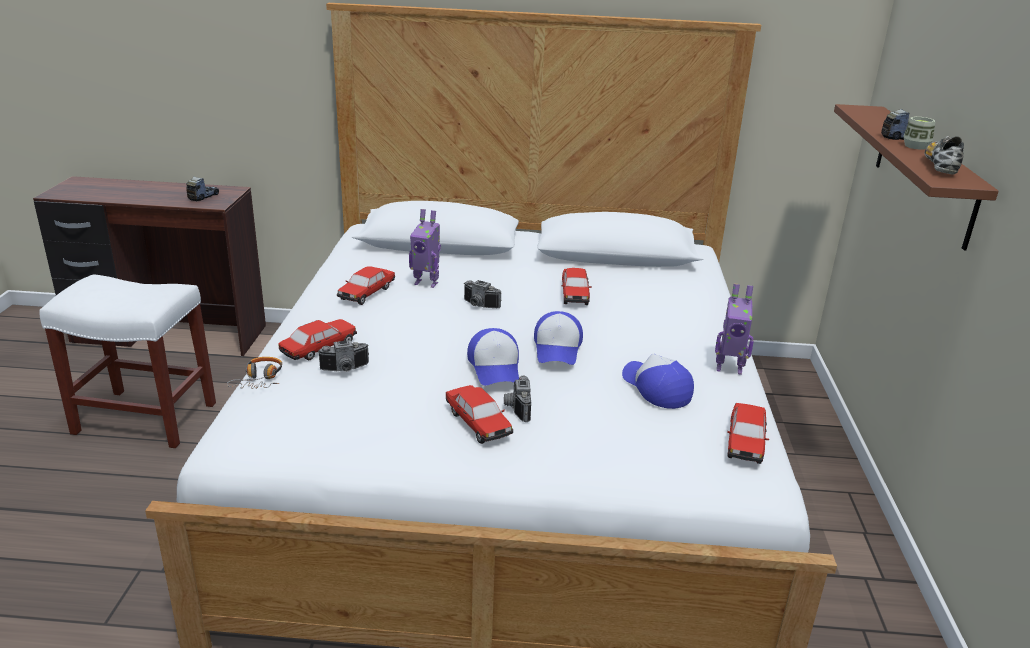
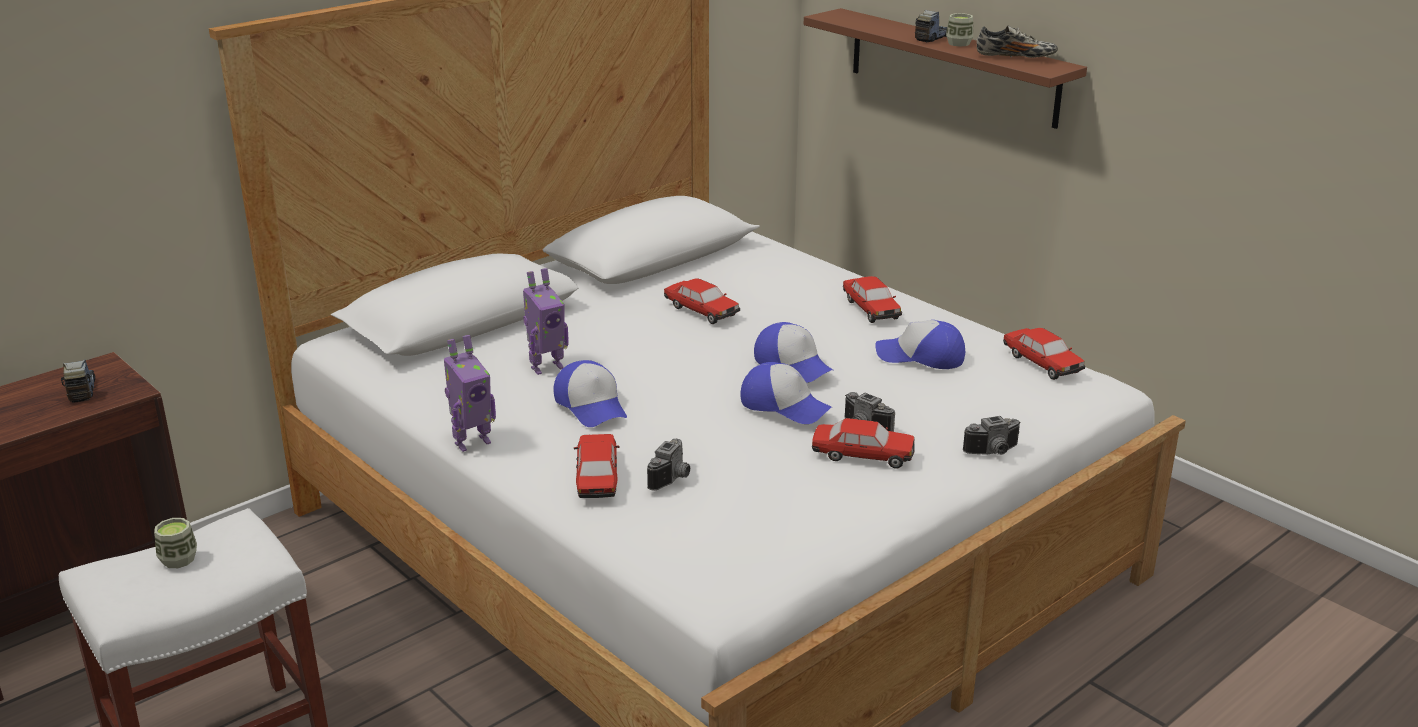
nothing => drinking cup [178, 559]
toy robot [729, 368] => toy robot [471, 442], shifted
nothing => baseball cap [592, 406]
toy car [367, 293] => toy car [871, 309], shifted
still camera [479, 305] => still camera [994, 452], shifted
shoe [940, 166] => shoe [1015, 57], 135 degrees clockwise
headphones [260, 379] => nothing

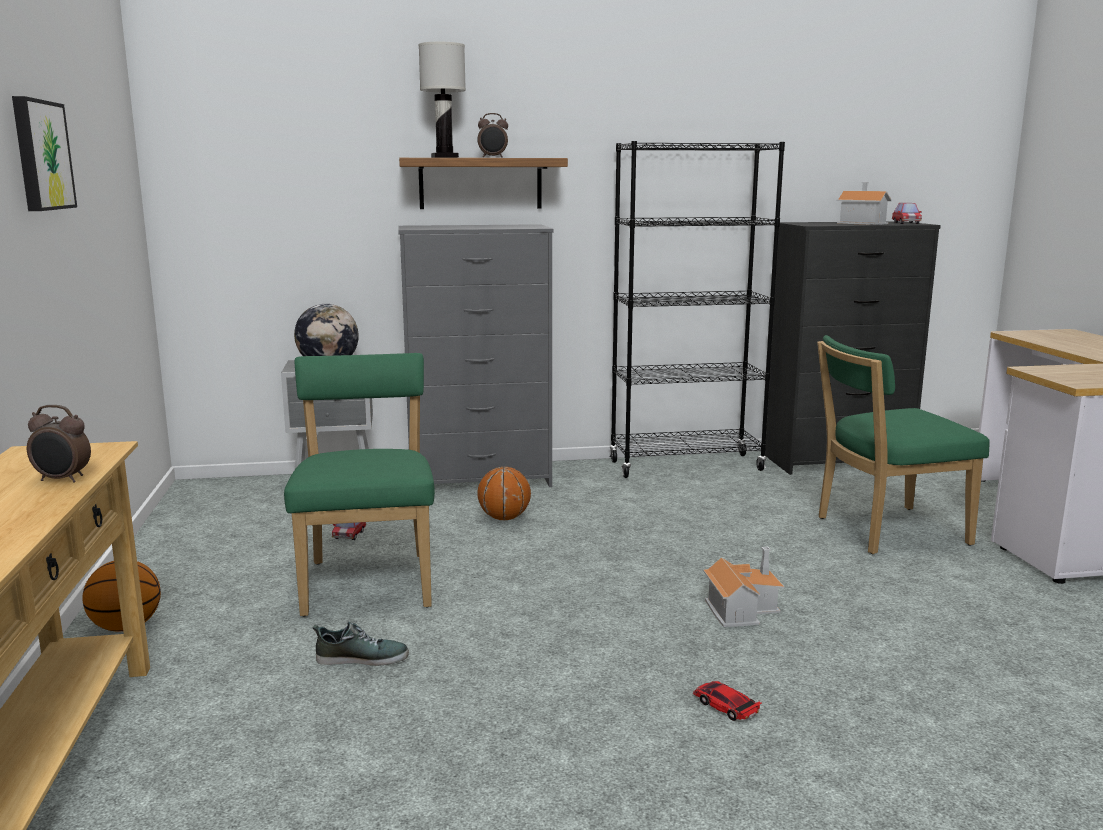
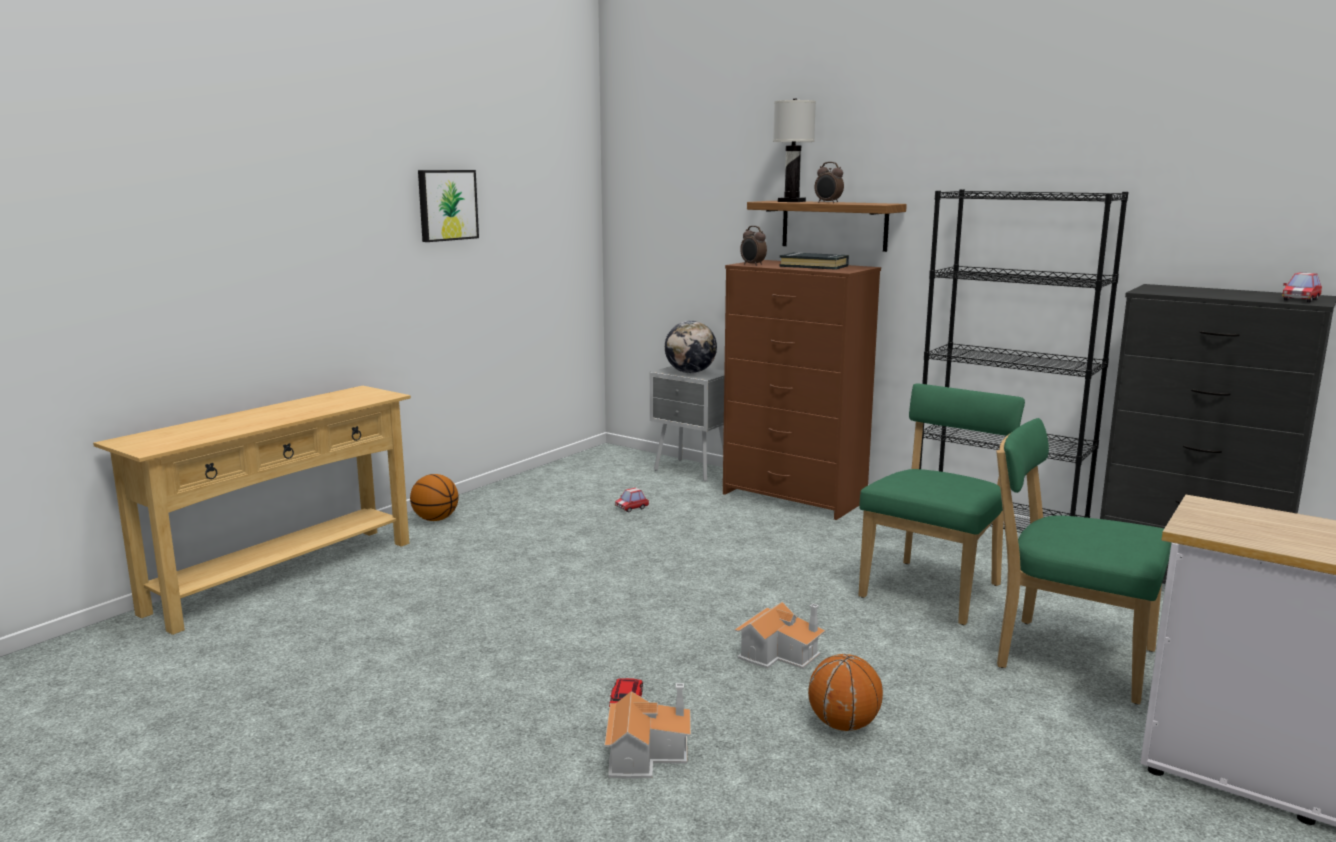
model house [862, 223] => model house [646, 753], shifted
greyish chest of drawers [480, 478] => brown chest of drawers [795, 497]
bedside clock [62, 480] => bedside clock [752, 265], shifted
nothing => blackish volume [814, 266]
basketball [504, 518] => basketball [843, 725], shifted
greenish chair [369, 580] => greenish chair [935, 589], shifted
shoe [362, 658] => nothing

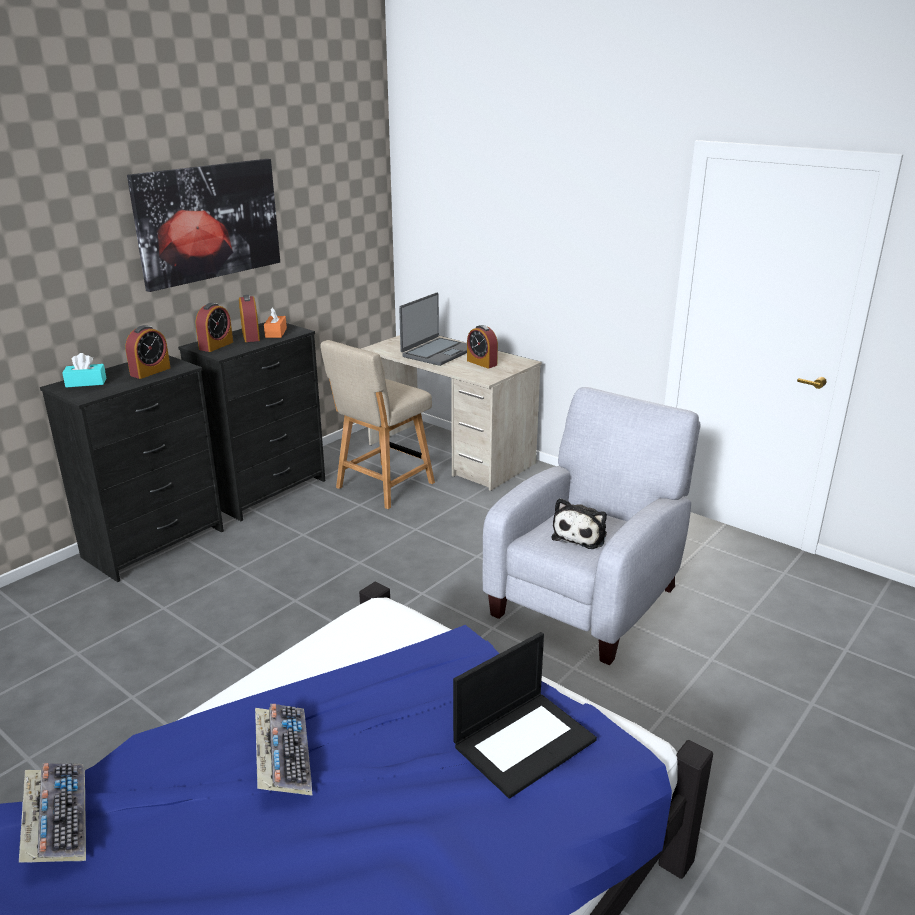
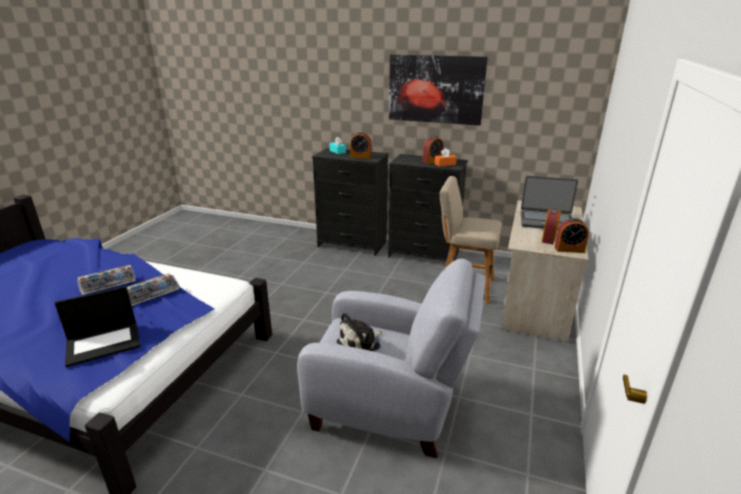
notebook computer [524, 741] => notebook computer [104, 343], 60 degrees counterclockwise
computer keyboard [56, 820] => computer keyboard [151, 293], shifted
plush toy [581, 535] => plush toy [361, 344], 45 degrees counterclockwise
bedside clock [216, 346] => bedside clock [569, 249], shifted

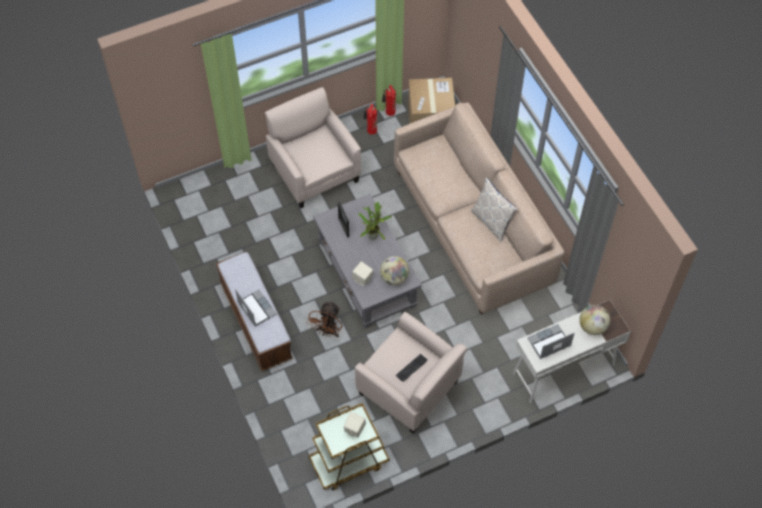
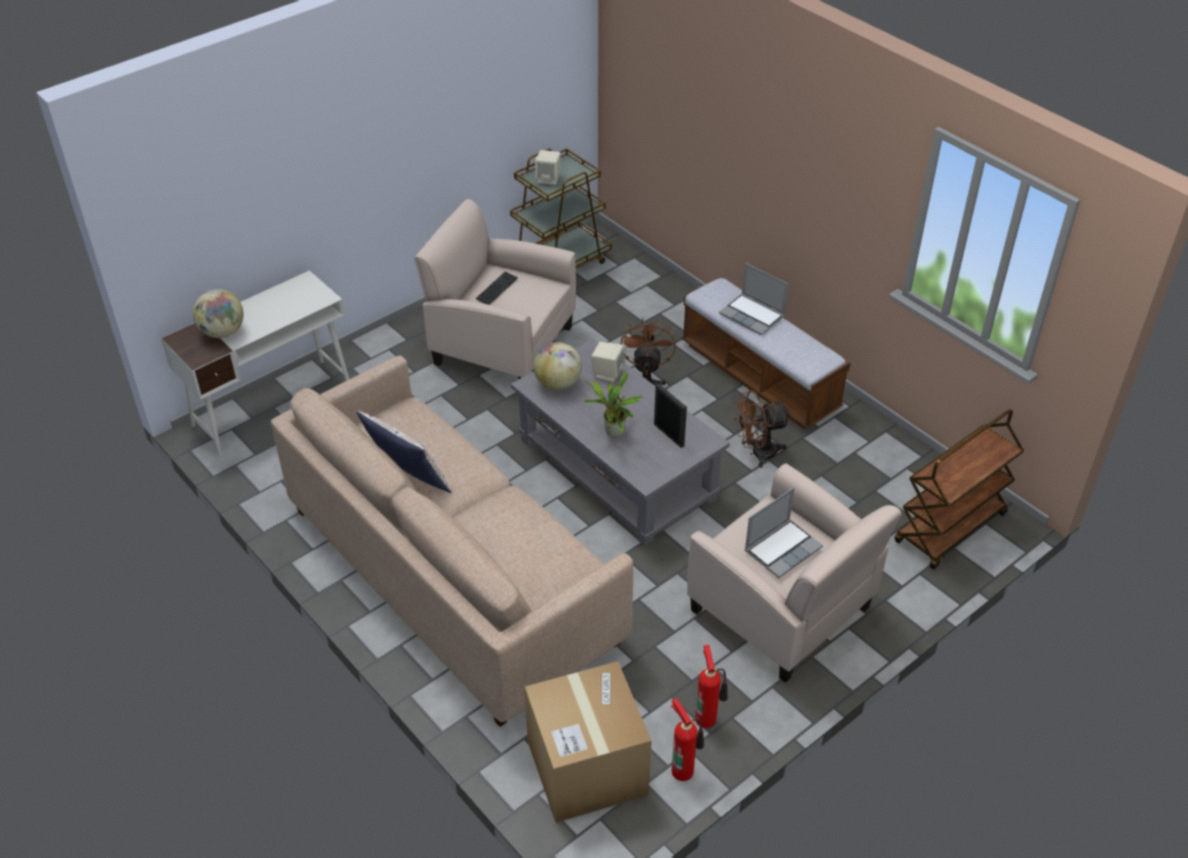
nothing => brown cooling fan [757, 453]
notebook computer [548, 343] => notebook computer [783, 548], shifted
nothing => brown trolley [950, 529]

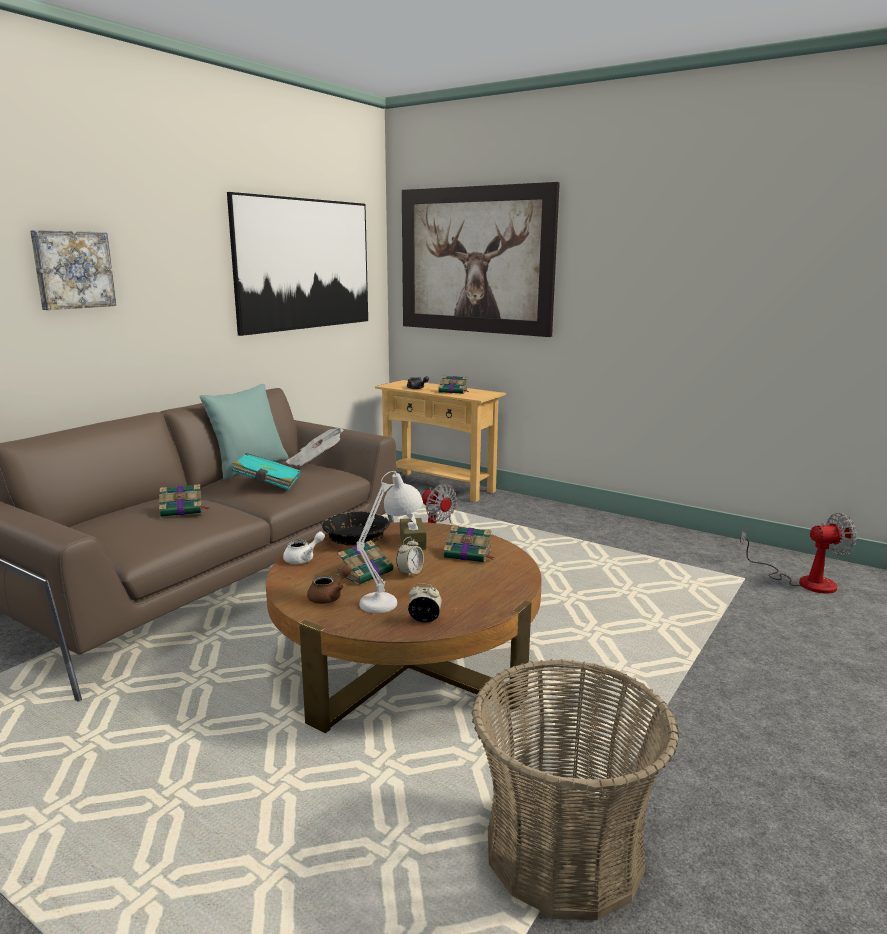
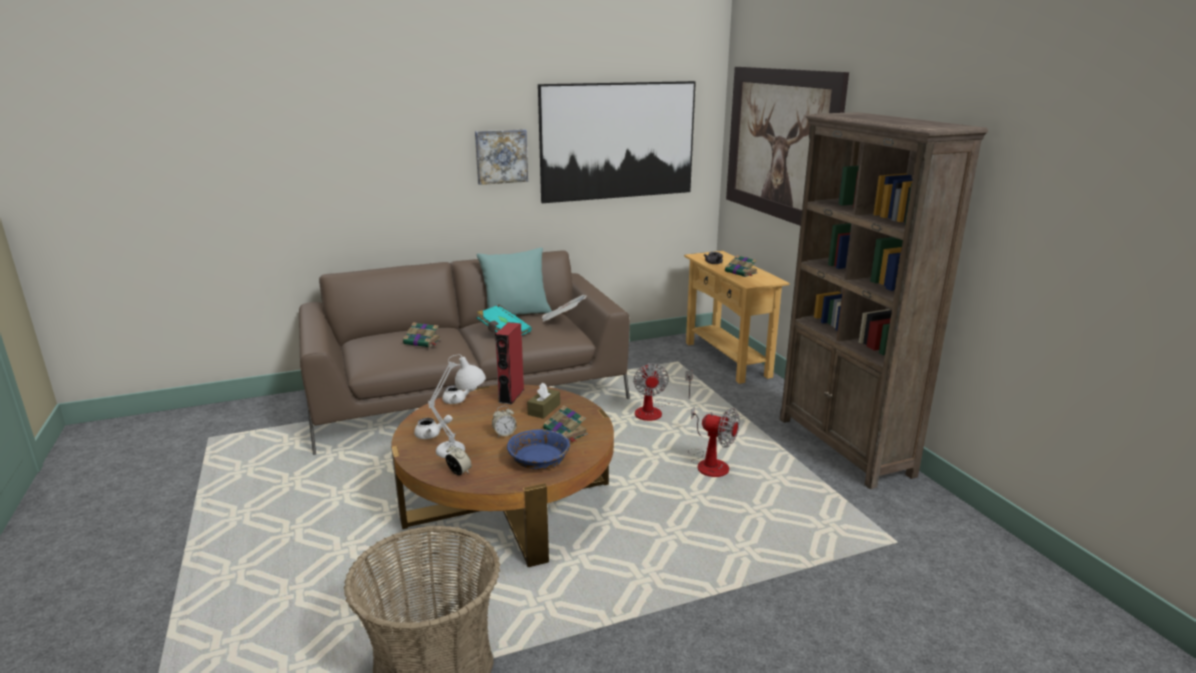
brown tea pot [329, 597] => white-coloured tea pot [431, 434]
wall art [73, 270] => wall art [501, 156], shifted
blackish deep dish [356, 539] => red audio speaker [511, 395]
nothing => bluish deep dish [539, 459]
cooling fan [803, 581] => cooling fan [709, 463], shifted
nothing => brown bookshelf [844, 447]
volume [365, 572] => nothing

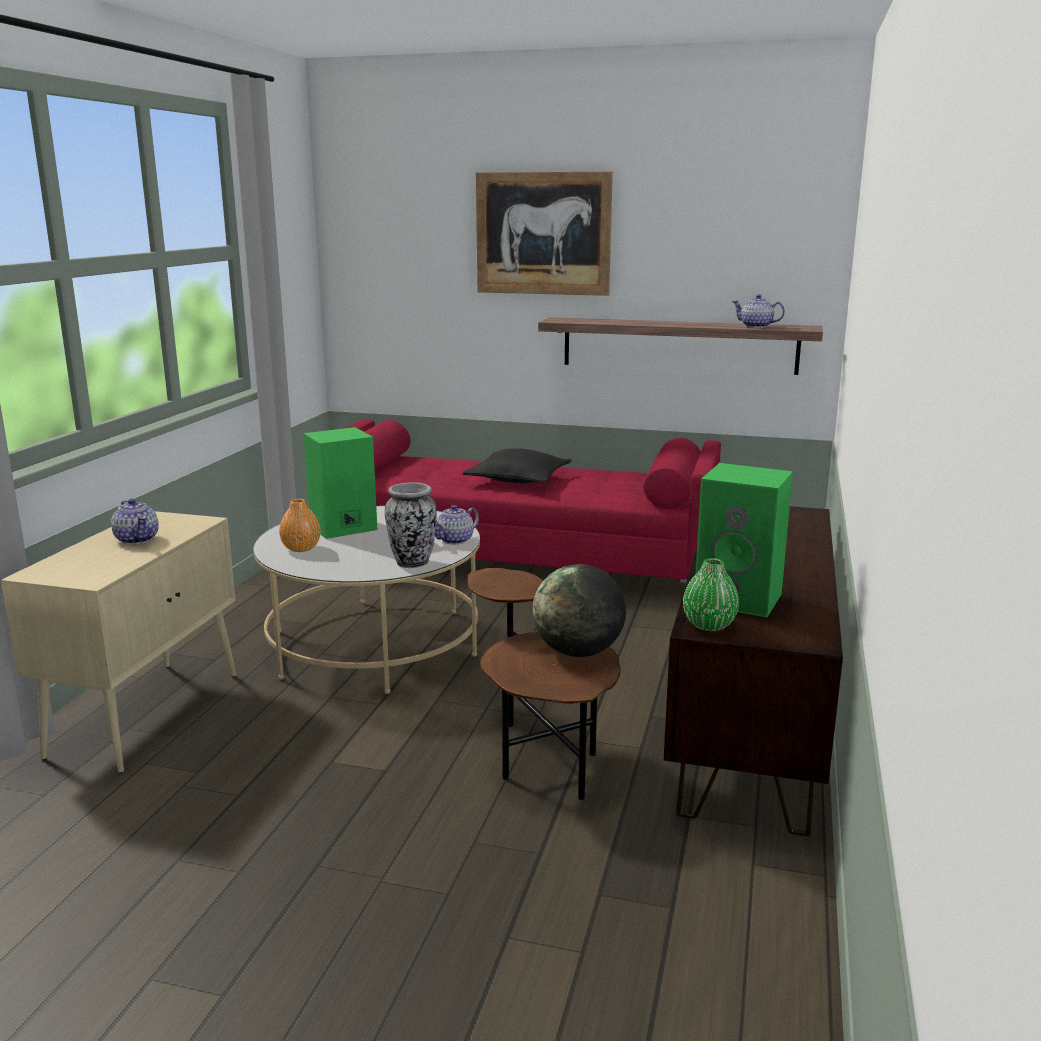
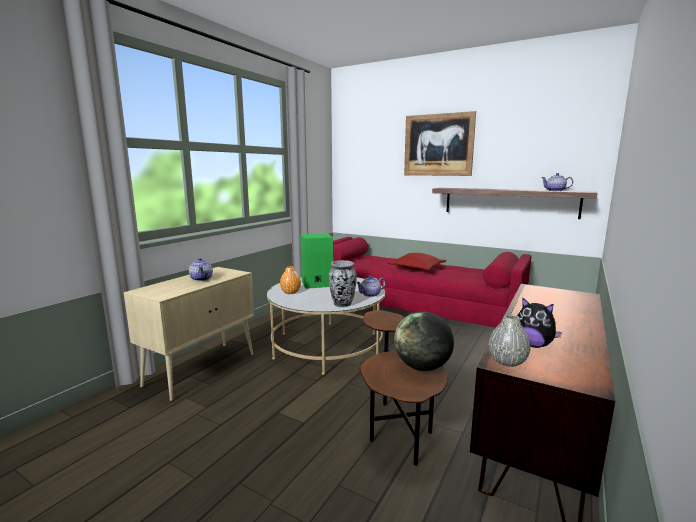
blackish throw pillow [518, 479] => red throw pillow [416, 268]
greenish decorative vase [709, 625] => greyish decorative vase [507, 361]
greenish audio speaker [740, 599] => plush toy [533, 345]

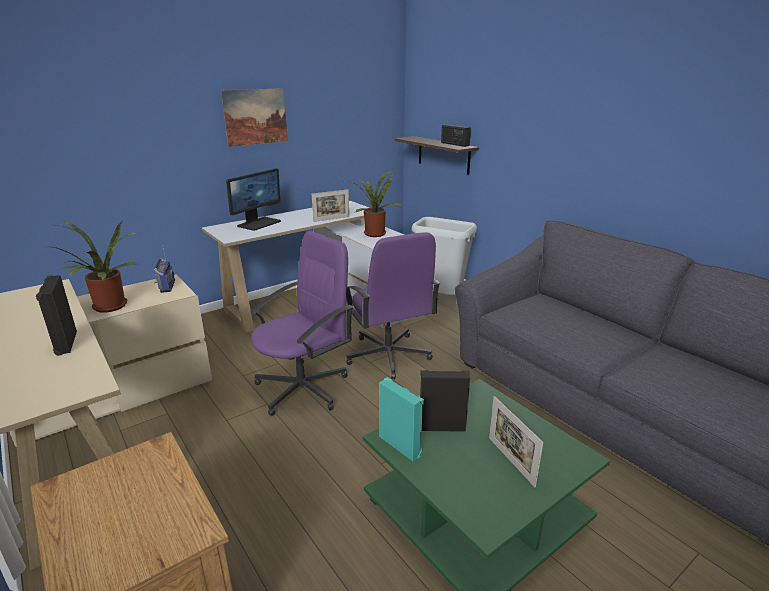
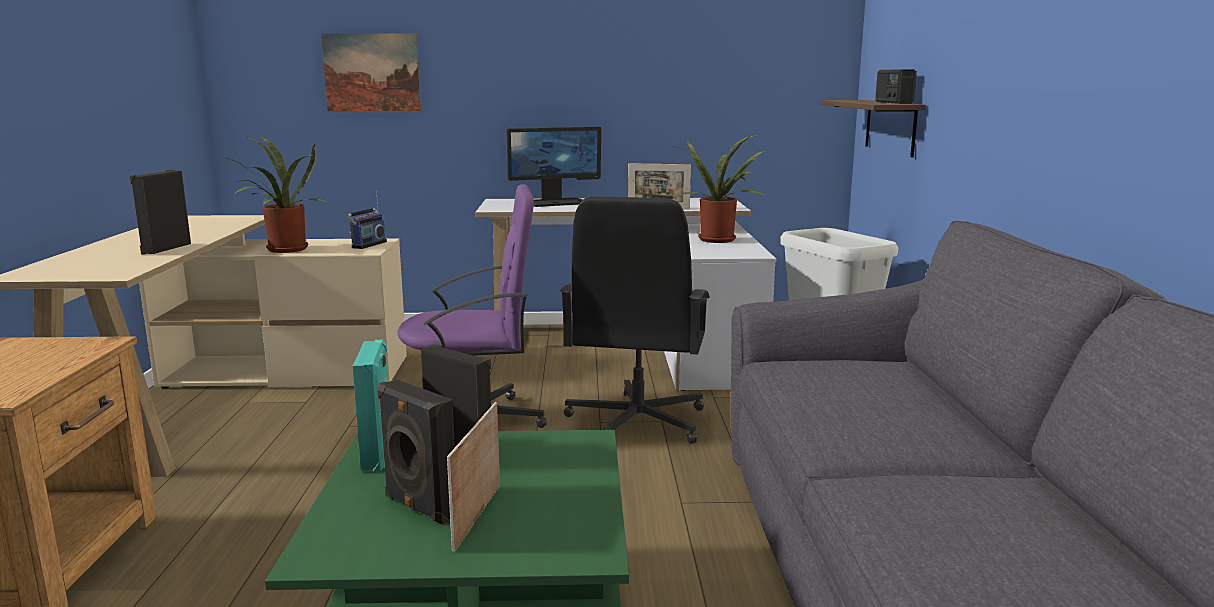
wall art [255, 117] => wall art [372, 72], shifted
nothing => blackish audio speaker [419, 507]
purple-coloured office chair [388, 356] => blackish office chair [636, 422]

